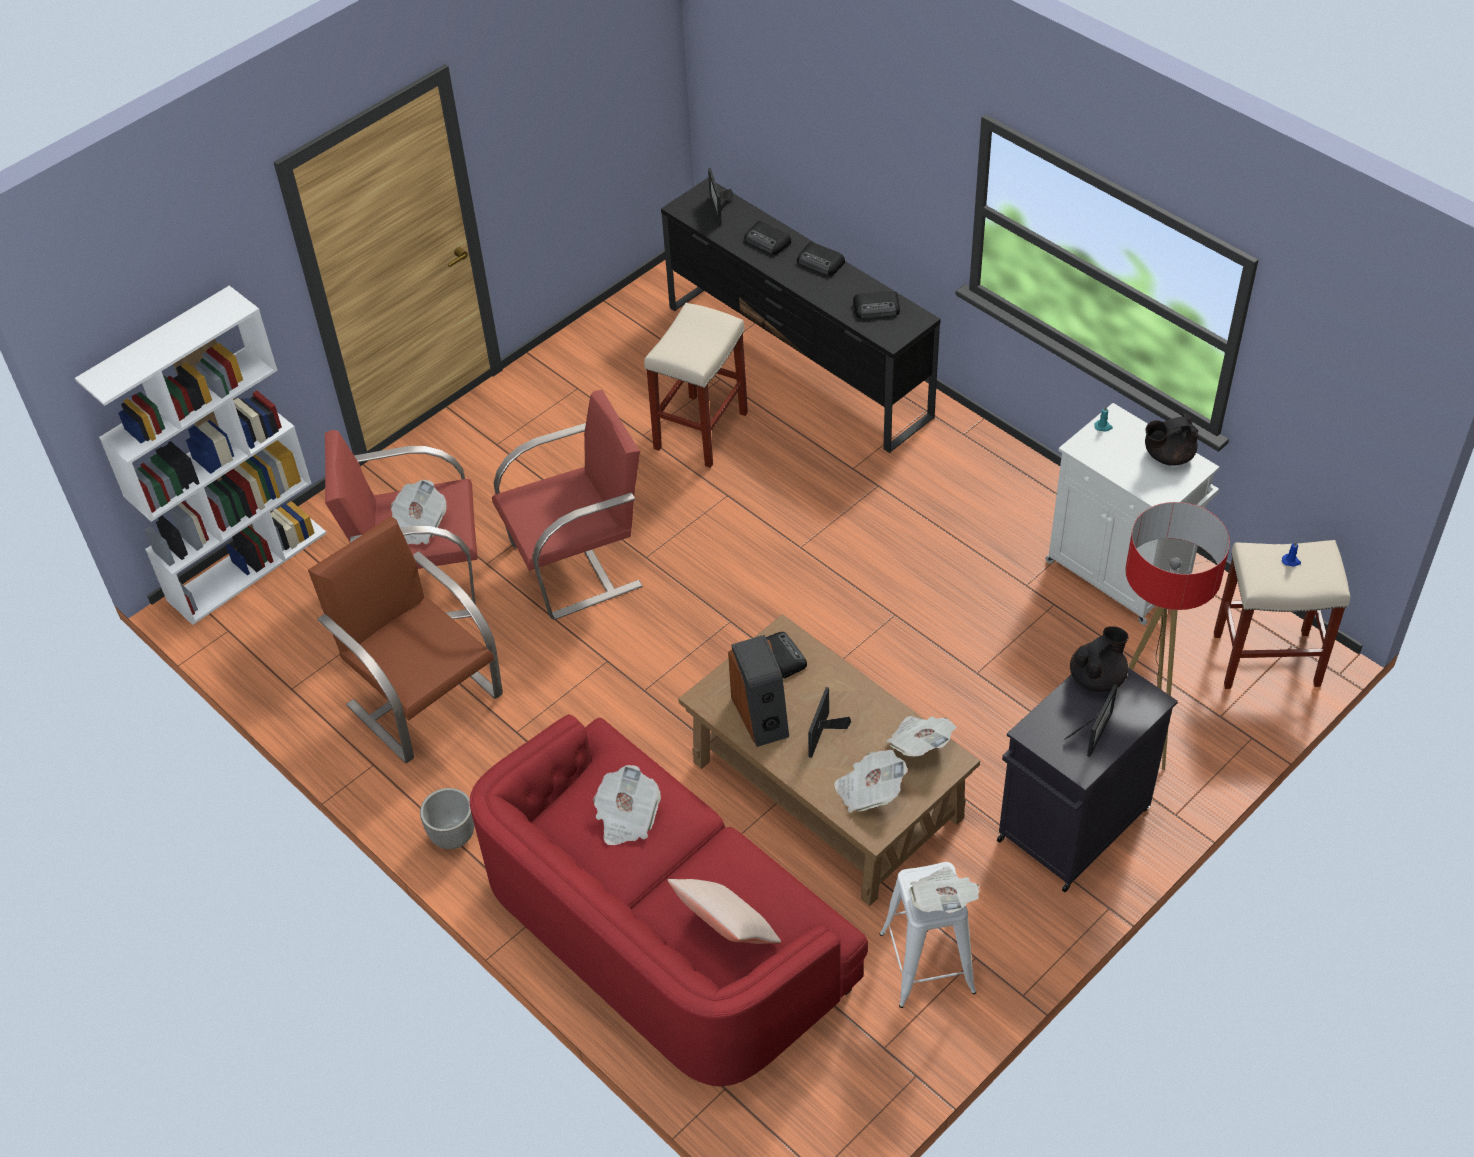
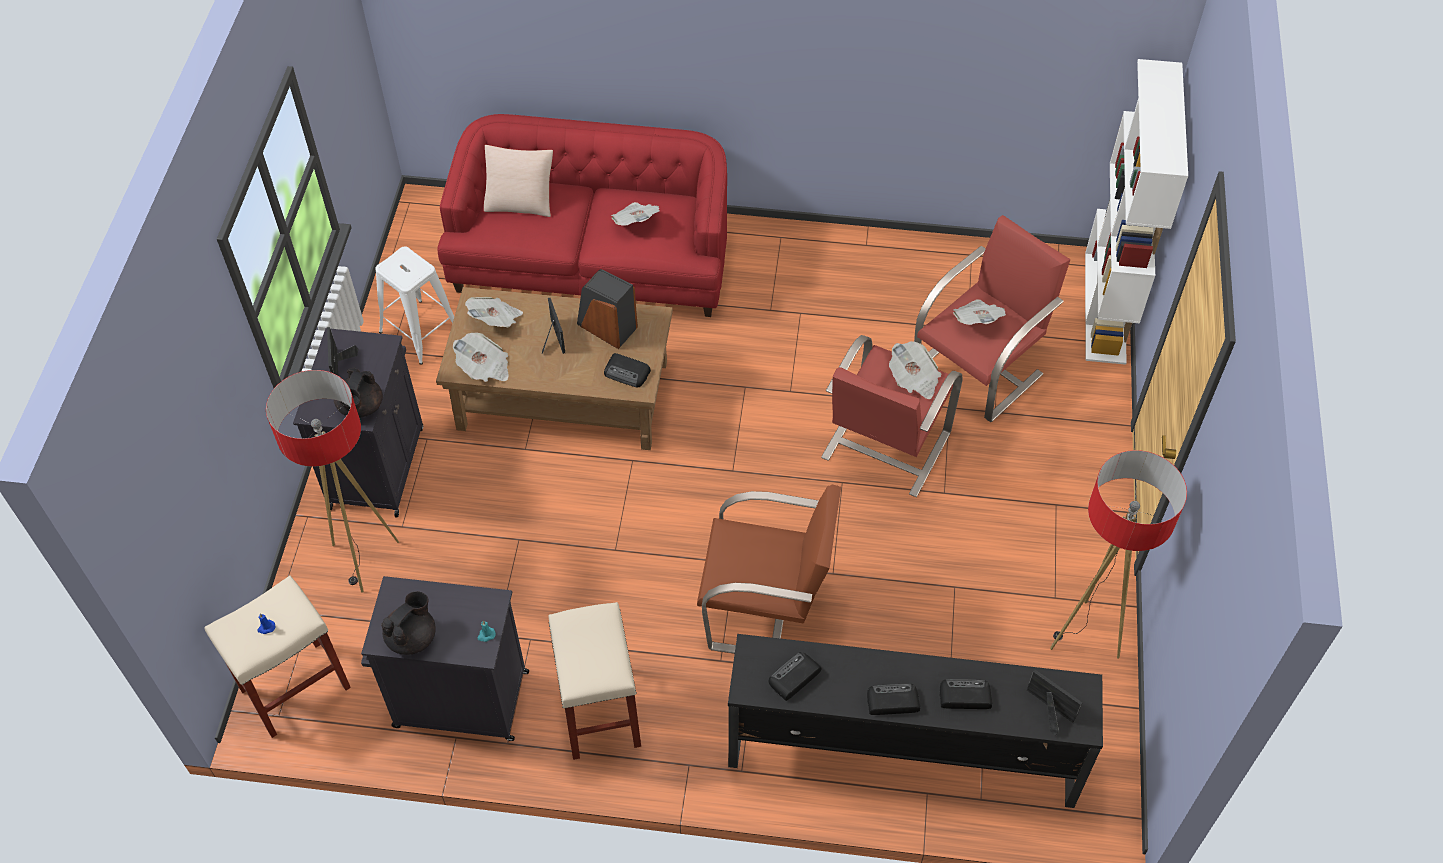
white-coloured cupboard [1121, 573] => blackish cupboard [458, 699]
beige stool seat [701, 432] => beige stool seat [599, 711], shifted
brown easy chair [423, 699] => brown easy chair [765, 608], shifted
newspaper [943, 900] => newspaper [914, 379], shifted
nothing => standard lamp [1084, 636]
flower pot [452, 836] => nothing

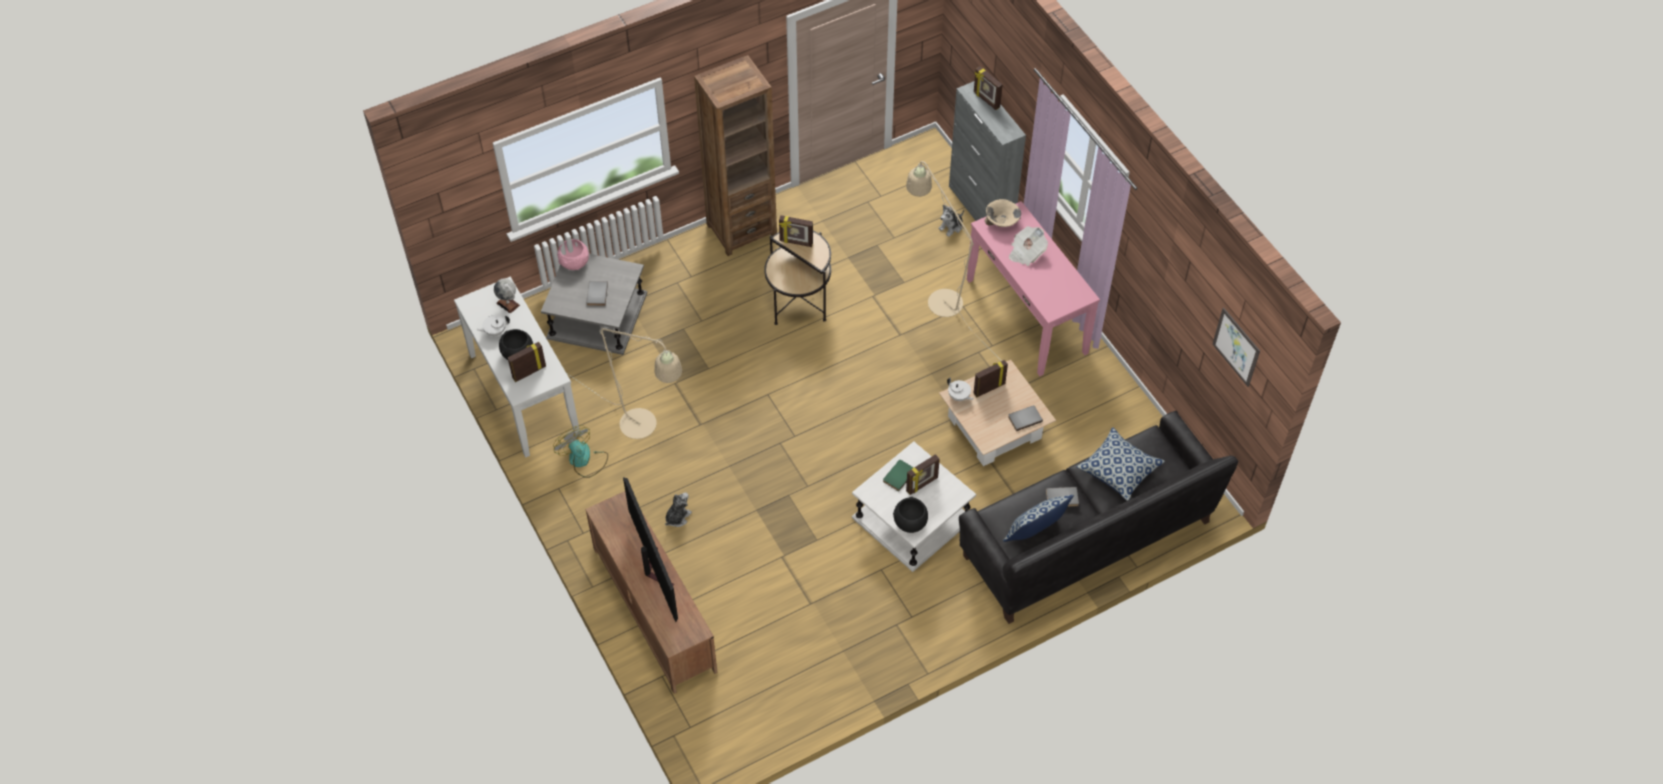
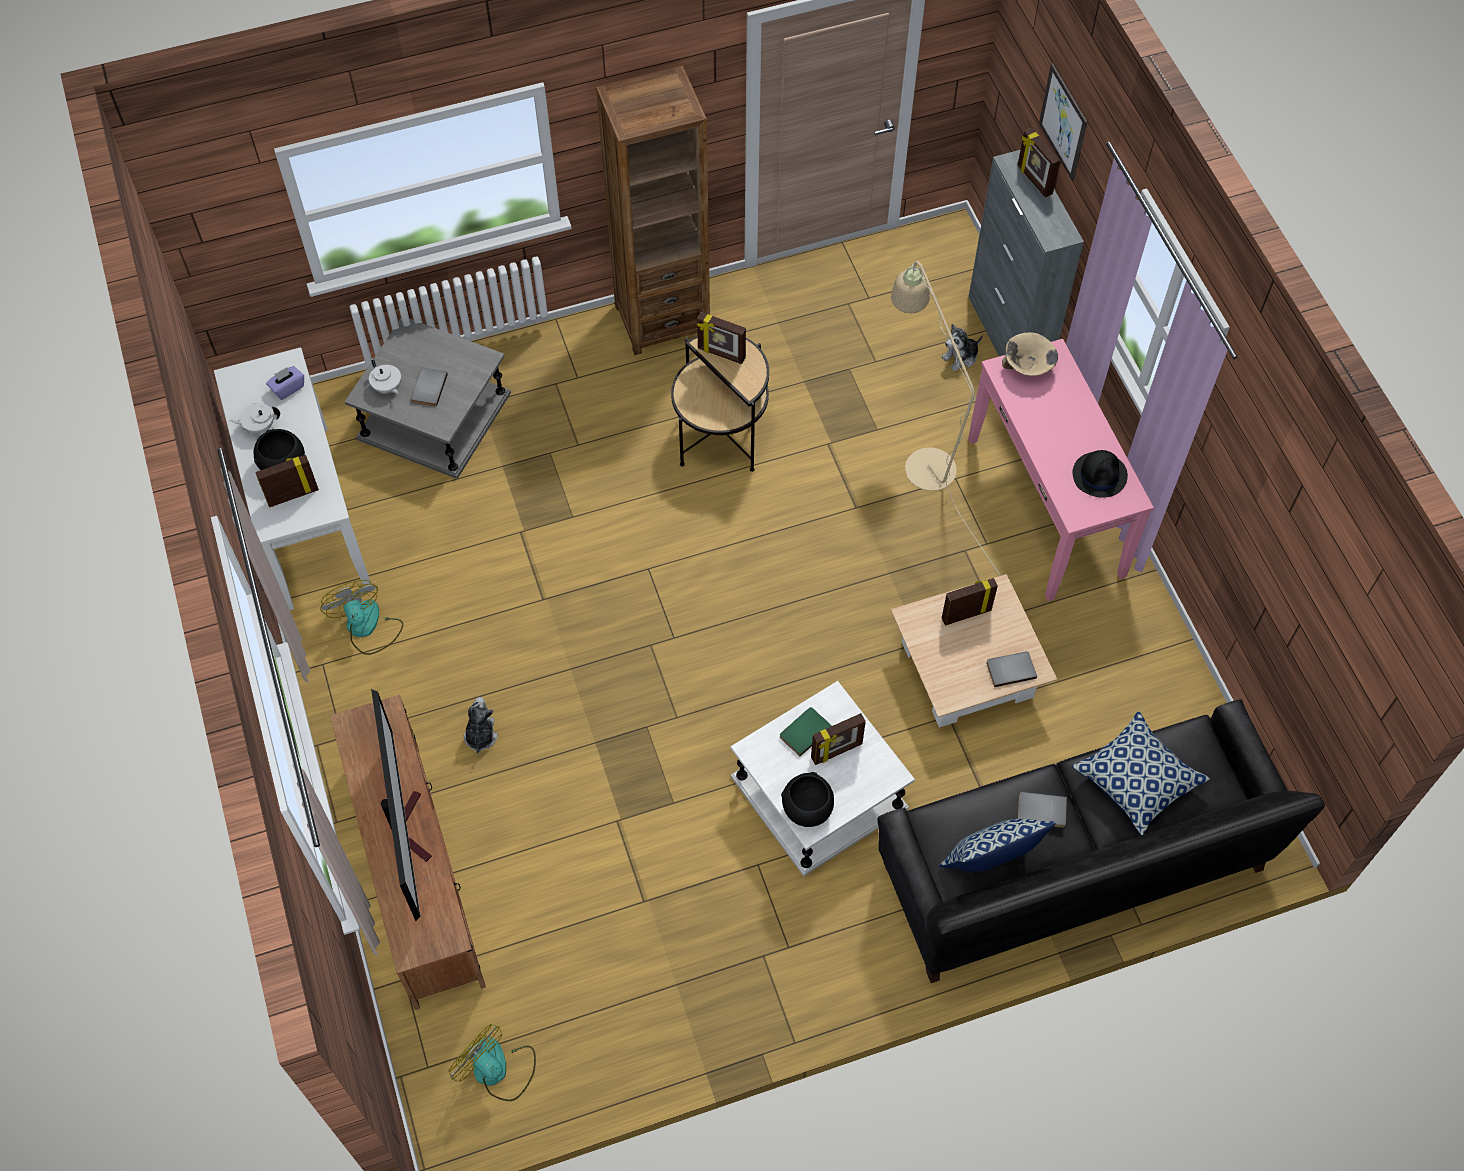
desk globe [508, 304] => purple-coloured tissue holder [288, 388]
white-coloured tea pot [959, 396] => white-coloured tea pot [387, 388], shifted
nothing => cooling fan [497, 1070]
plush toy [677, 517] => plush toy [480, 735], 45 degrees counterclockwise
wall art [1236, 347] => wall art [1063, 122], shifted
nothing => blackish wearable hat [1100, 475]
pink deep dish [575, 263] => nothing
beige standard lamp [645, 428] => nothing
newspaper [1026, 252] => nothing

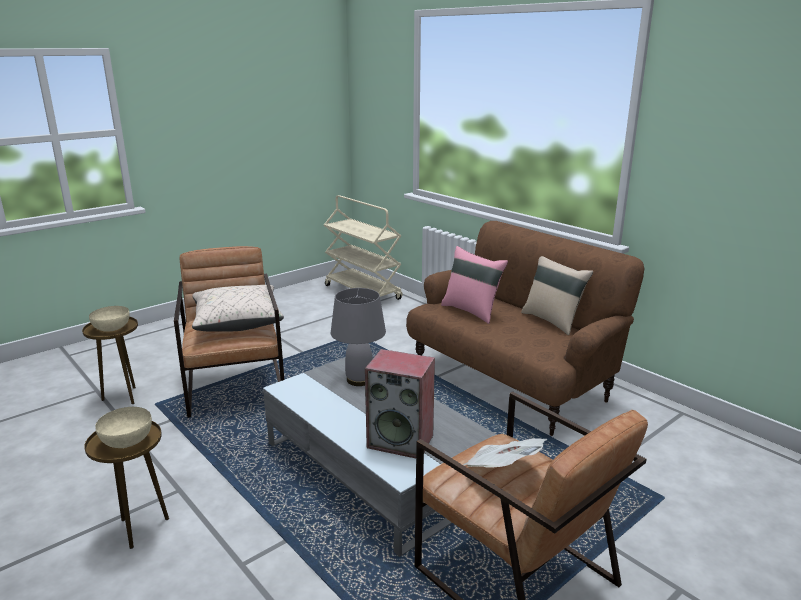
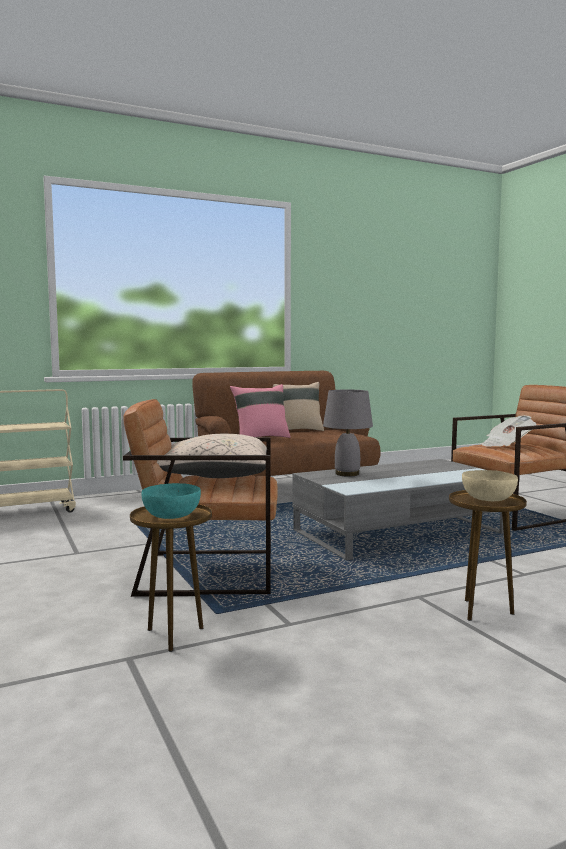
beige deep dish [112, 328] => turquoise-coloured deep dish [172, 515]
audio speaker [401, 441] => nothing

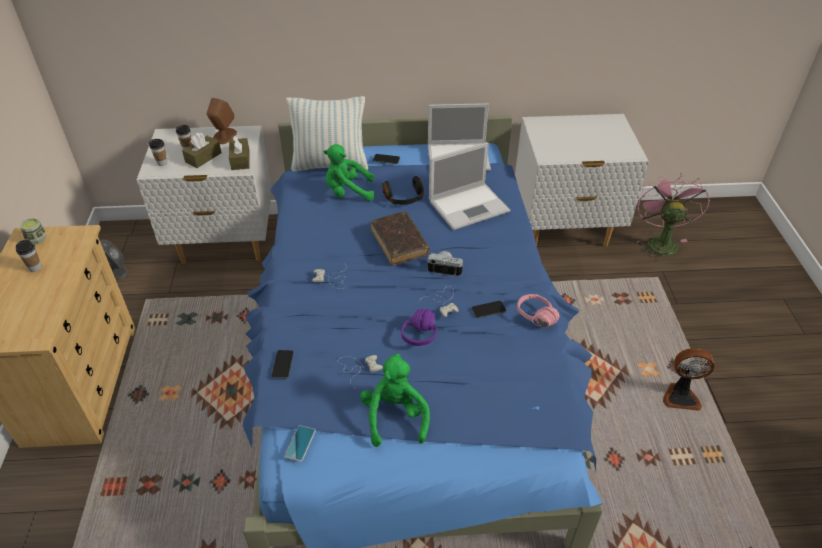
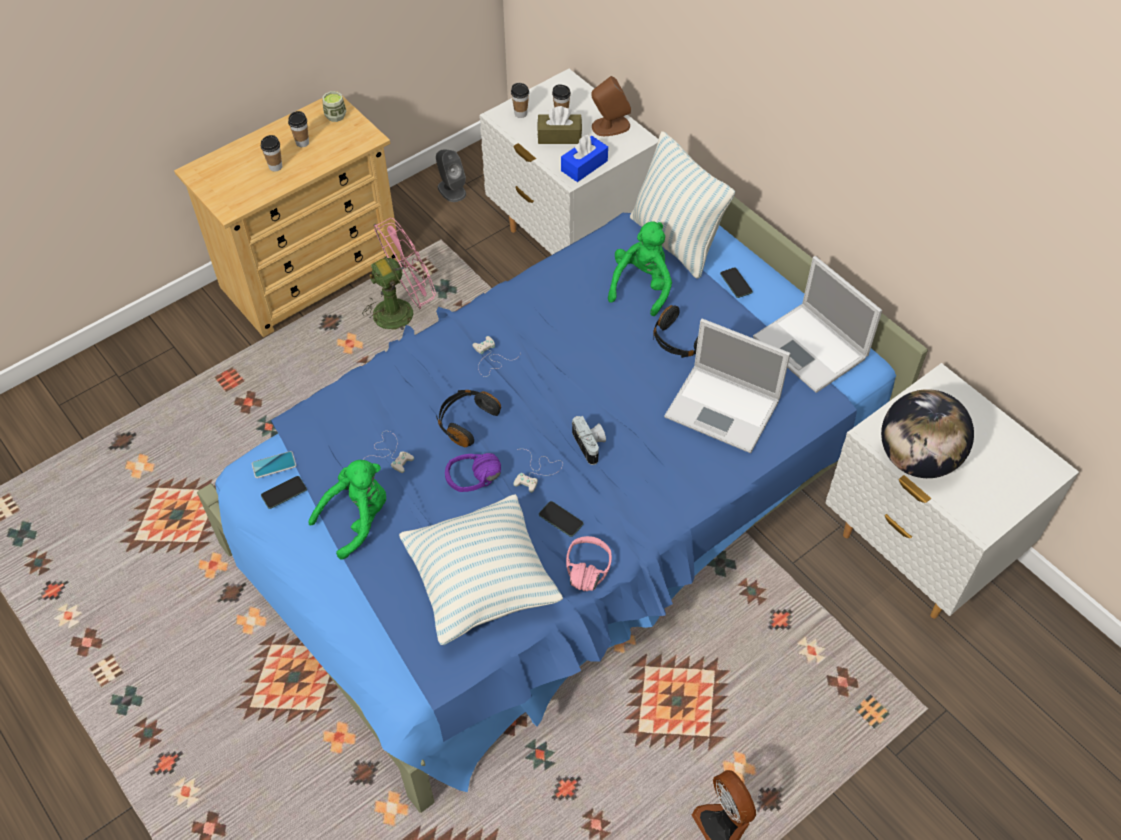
nothing => drinking cup [275, 167]
telephone [282, 364] => telephone [284, 492], shifted
pink cooling fan [660, 241] => pink cooling fan [401, 310], shifted
nothing => throw pillow [481, 584]
nothing => blackish headphones [466, 421]
brown tissue holder [240, 160] => bluish tissue holder [584, 166]
greenish plush toy [348, 192] => greenish plush toy [642, 286], 60 degrees clockwise
nothing => desk globe [917, 459]
brown volume [399, 243] => nothing

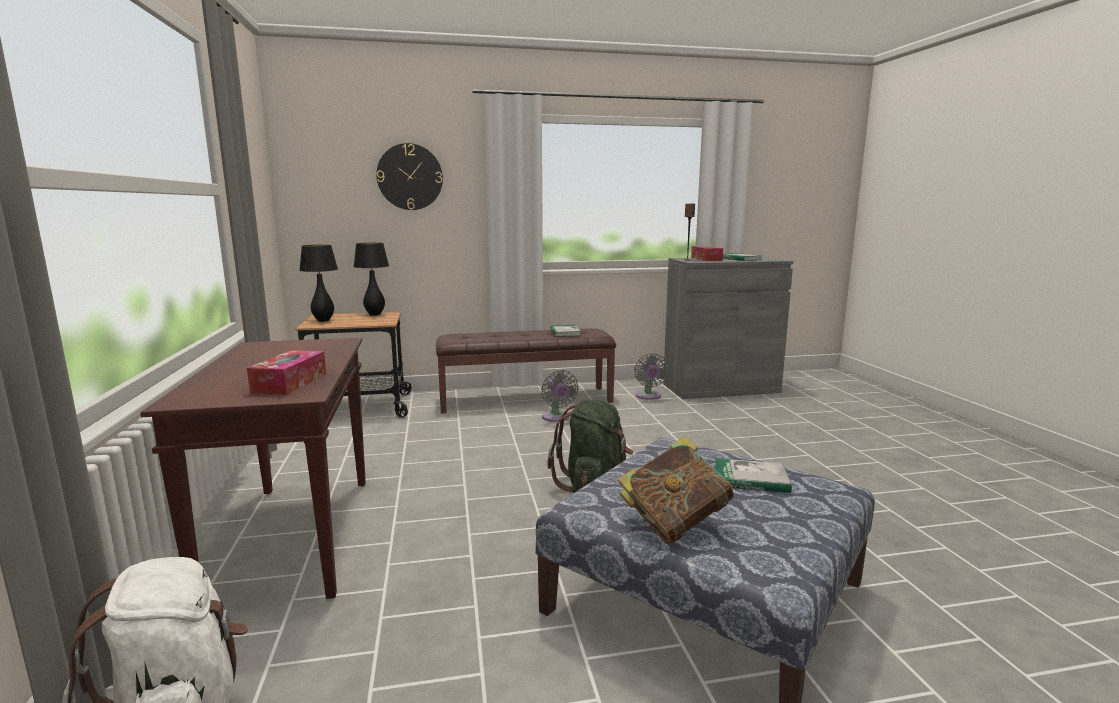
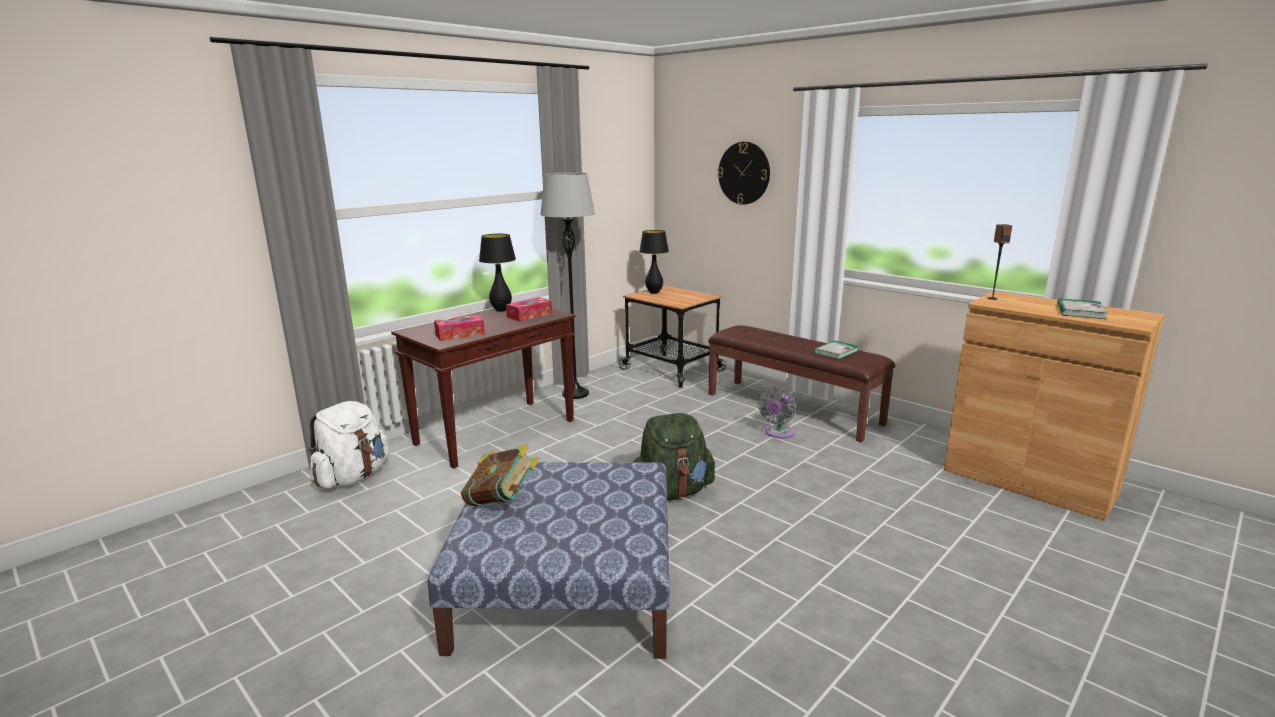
blackish tabletop lamp [375, 314] => blackish tabletop lamp [501, 310], shifted
tissue holder [706, 259] => tissue holder [529, 315], shifted
nothing => greyish standard lamp [575, 394]
greyish cupboard [720, 388] => brown cupboard [1029, 480]
greyish cooling fan [648, 396] => nothing
volume [750, 479] => nothing

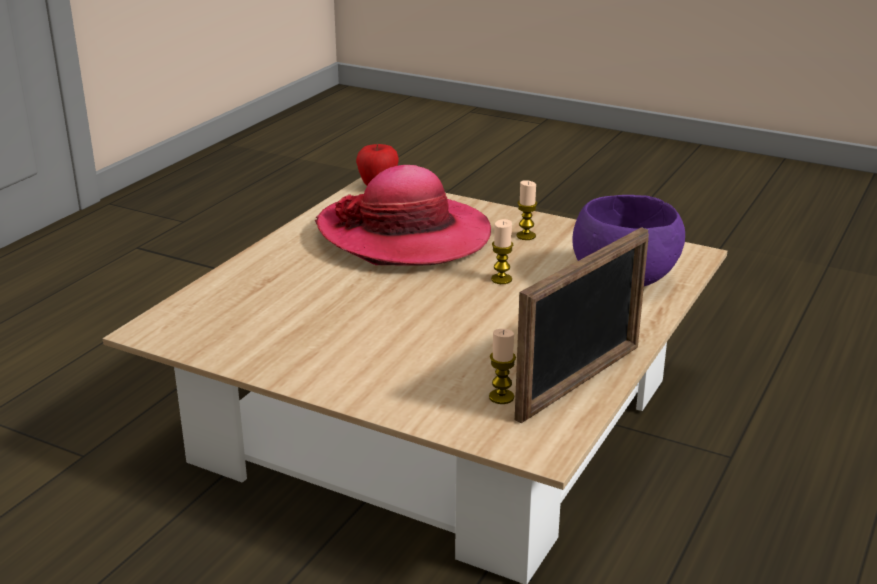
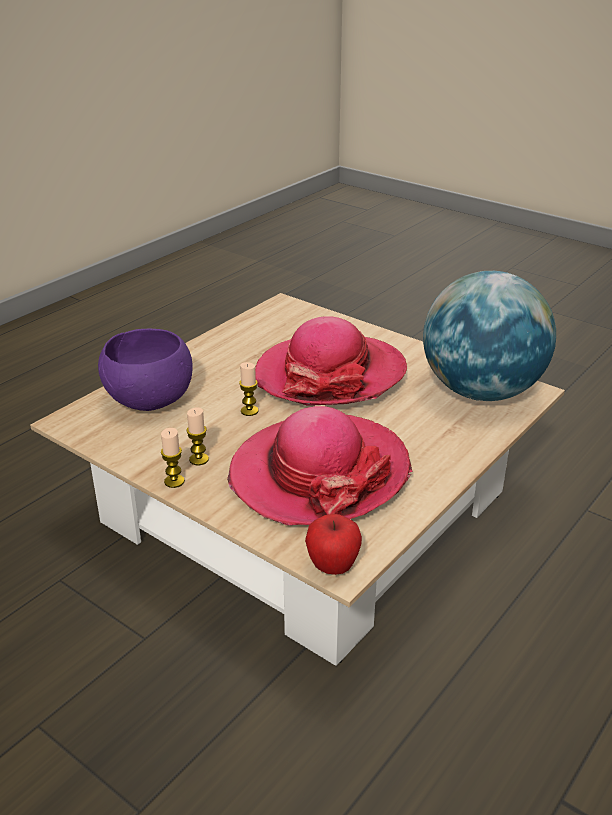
wax candle [501, 397] => wax candle [174, 481], shifted
nothing => wearable hat [330, 375]
nothing => desk globe [481, 391]
picture frame [580, 382] => nothing

